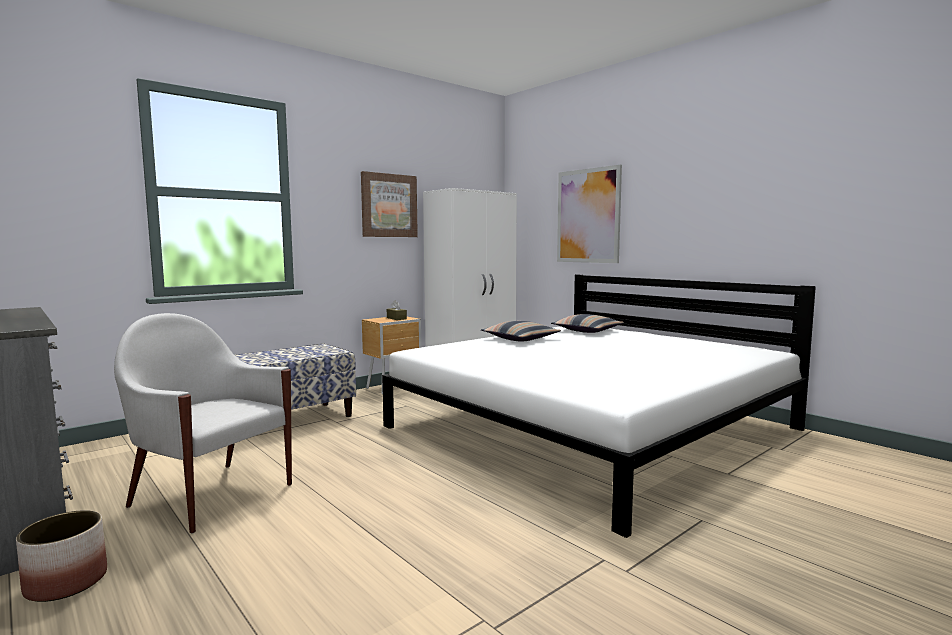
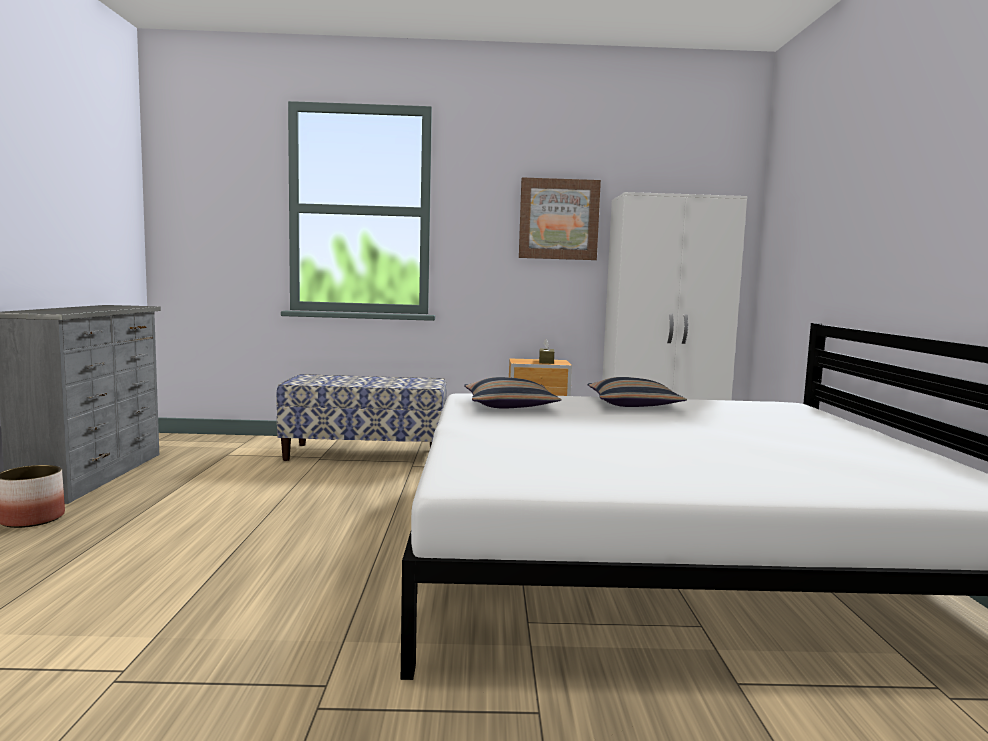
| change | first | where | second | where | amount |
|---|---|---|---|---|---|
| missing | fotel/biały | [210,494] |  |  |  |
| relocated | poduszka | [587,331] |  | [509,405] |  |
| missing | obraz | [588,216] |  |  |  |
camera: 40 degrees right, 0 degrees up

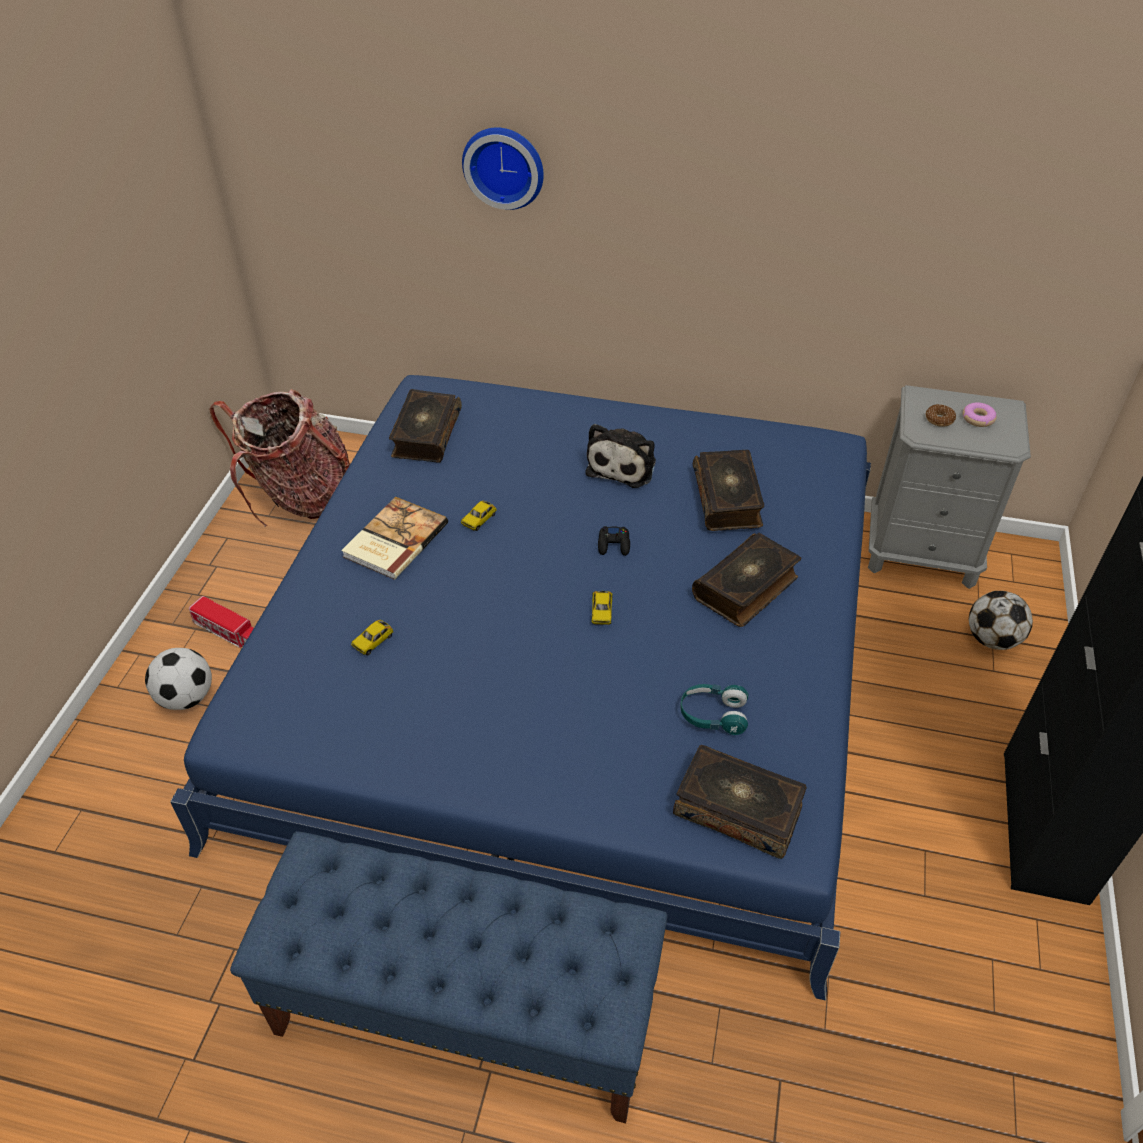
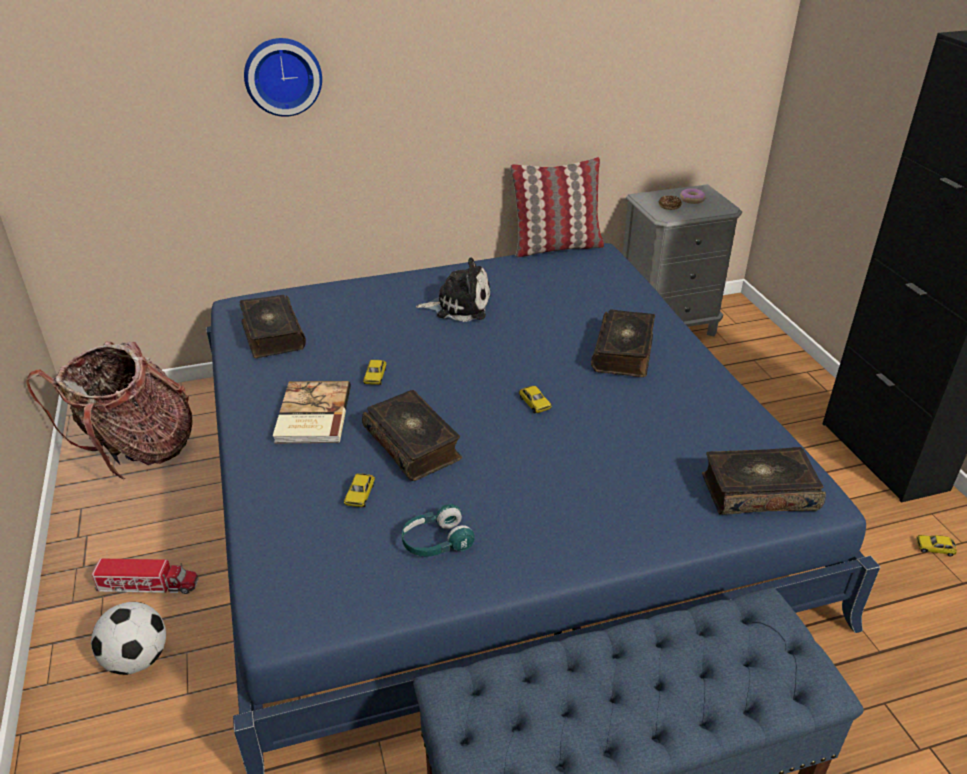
| change | first | where | second | where | amount |
|---|---|---|---|---|---|
| spun | pluszak | [623,465] |  | [459,306] | 75 degrees counterclockwise |
| missing | pad do gier/czarny | [614,544] |  |  |  |
| relocated | słuchawki/turkusowy | [713,715] |  | [436,542] |  |
| relocated | książka | [728,499] |  | [413,444] |  |
| missing | piłka futbolowa | [992,639] |  |  |  |
| appeared |  |  | poduszka | [556,247] |  |
| appeared |  |  | samochodzik | [934,548] |  |
camera: 30 degrees left, 10 degrees down

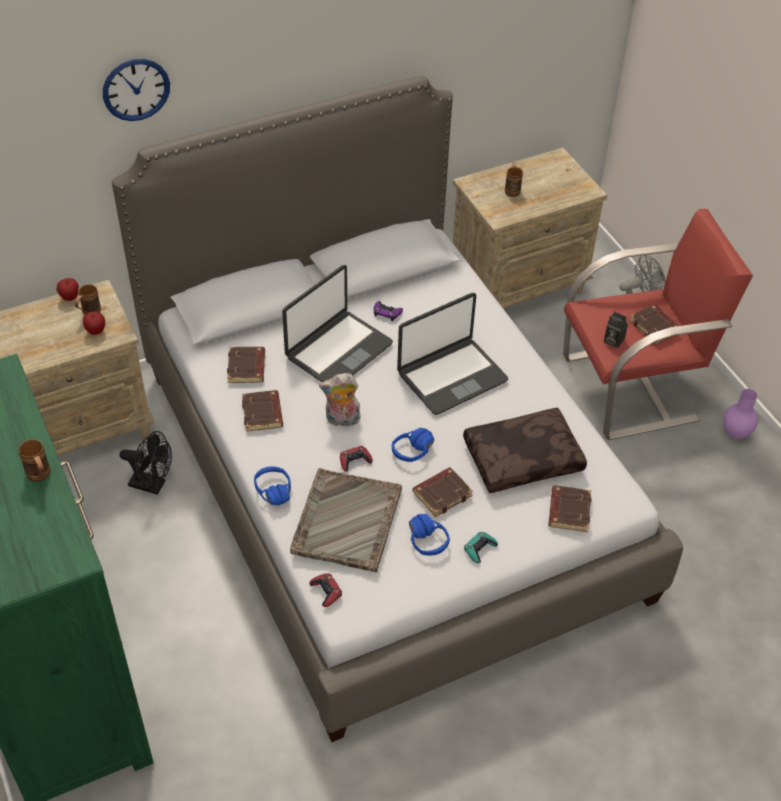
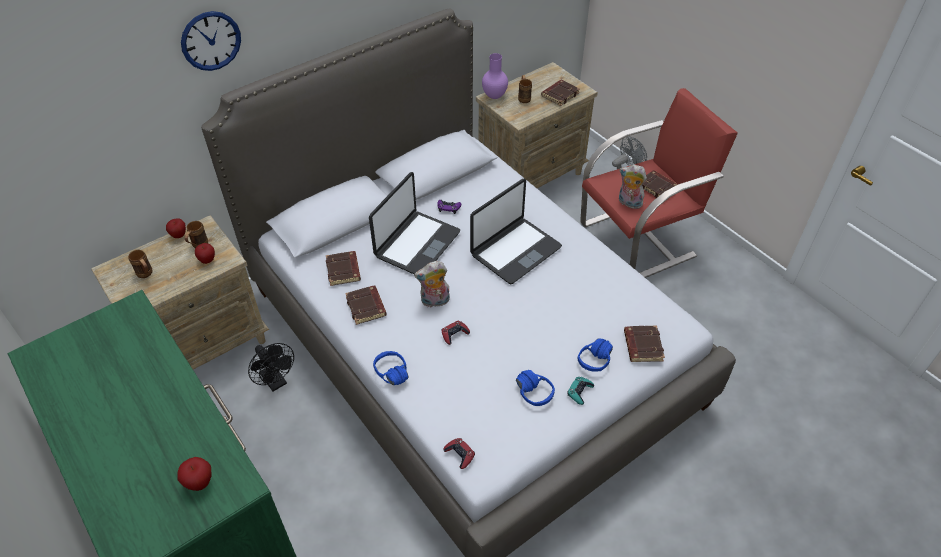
| change | first | where | second | where | amount |
|---|---|---|---|---|---|
| relocated | kubek/brązowy | [40,477] |  | [146,275] |  |
| spun | wentylator/czarny | [152,485] |  | [276,382] | 45 degrees clockwise |
| missing | taca/szary | [346,522] |  |  |  |
| relocated | słuchawki/niebieski | [417,455] |  | [600,363] |  |
| relocated | książka/brązowy | [442,493] |  | [560,94] |  |
| missing | poduszka/brązowy | [523,457] |  |  |  |
| exchanged | aparat fotograficzny | [612,340] | pluszak | [628,203] |  |
| relocated | wazon/fioletowy | [736,433] |  | [495,96] |  |
| appeared |  |  | jabłko | [200,482] |  |
camera: 10 degrees left, 0 degrees up

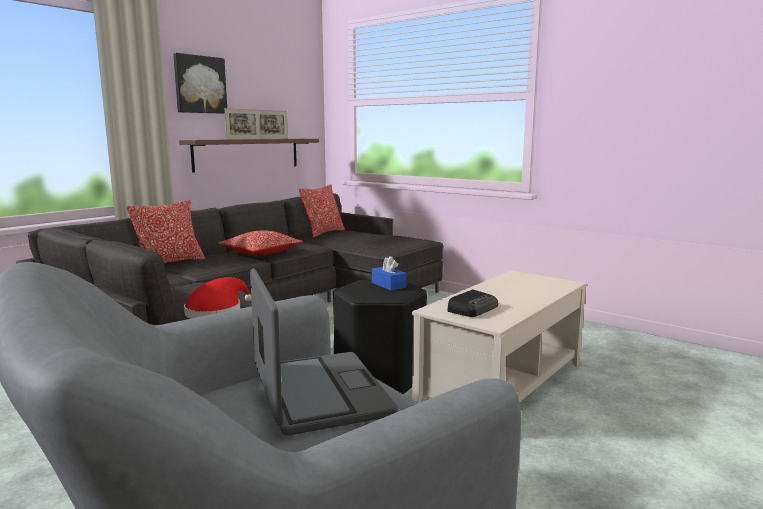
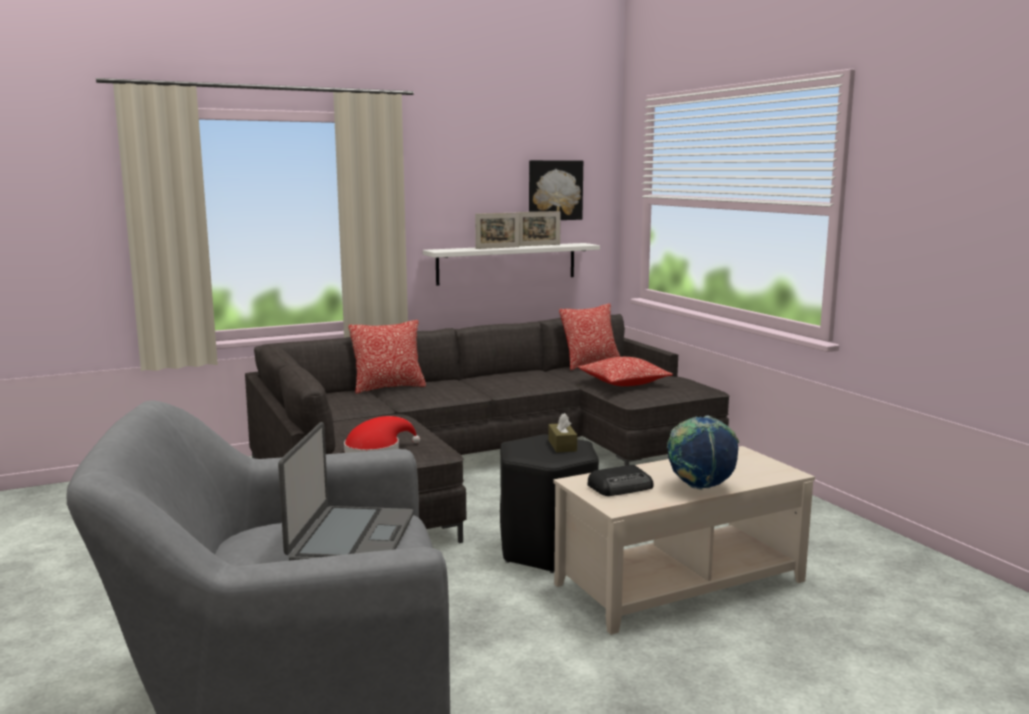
| change | first | where | second | where | amount |
|---|---|---|---|---|---|
| relocated | obraz | [199,84] |  | [554,190] |  |
| colour | półka/brązowy | [247,154] | półka/biały | [507,263] |  |
| relocated | poduszka | [260,253] |  | [623,383] |  |
| colour | pudełko chusteczek/niebieski | [388,285] | pudełko chusteczek/brązowy | [562,445] |  |
| appeared |  |  | globus | [700,487] |  |
camera: 25 degrees right, 0 degrees up

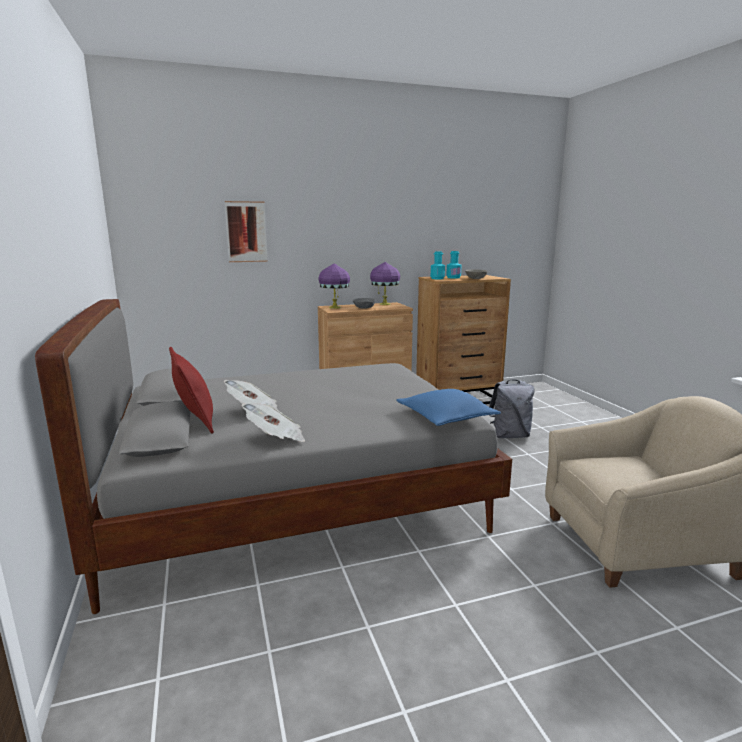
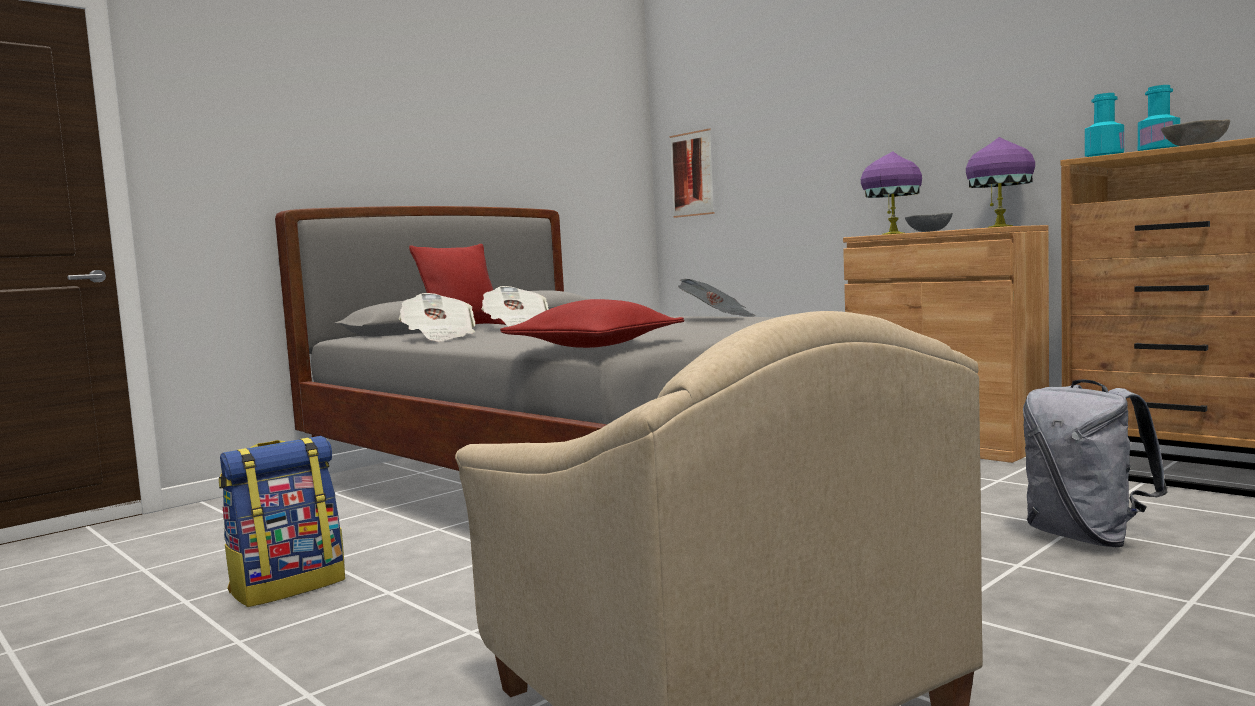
| change | first | where | second | where | amount |
|---|---|---|---|---|---|
| relocated | obraz | [246,232] |  | [692,174] |  |
| colour | poduszka/niebieski | [446,417] | poduszka/czerwony | [594,346] |  |
| appeared |  |  | plecak | [288,586] |  |
| appeared |  |  | gazeta | [717,319] |  |
camera: 65 degrees right, 10 degrees down

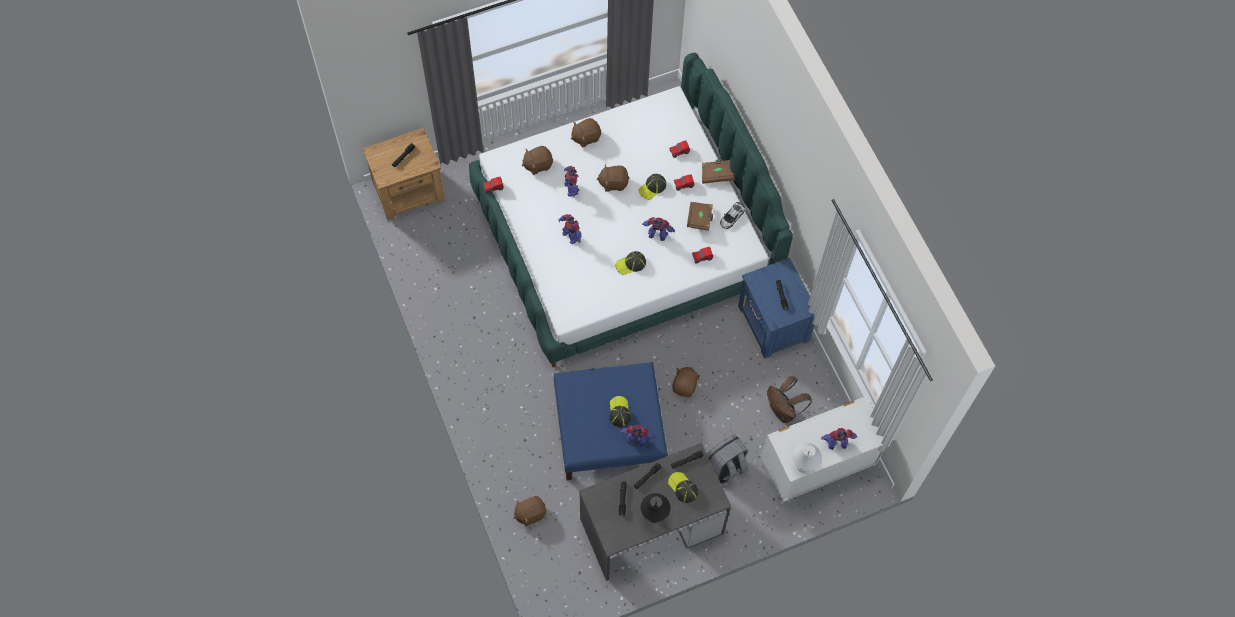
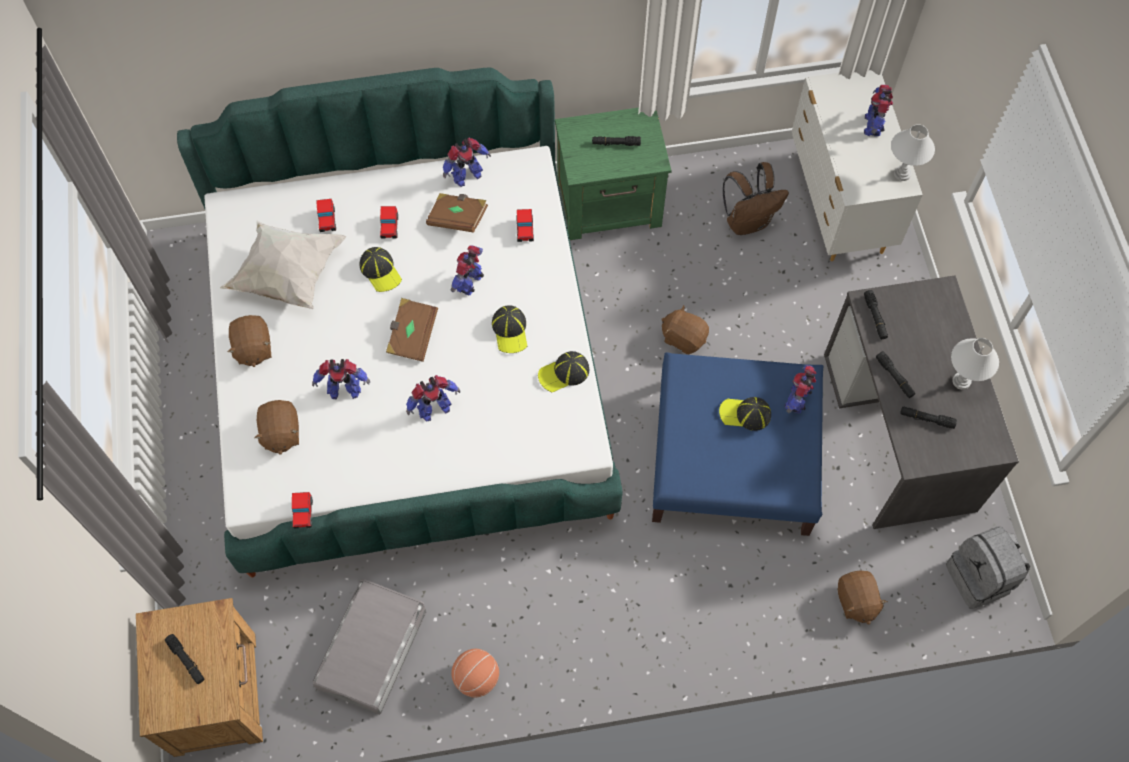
| change | first | where | second | where | amount |
|---|---|---|---|---|---|
| missing | pluszak/brązowy | [613,183] |  |  |  |
| colour | lampa stołowa/czarny | [654,517] | lampa stołowa/biały | [961,381] |  |
| relocated | czapka z daszkiem | [683,488] |  | [564,373] |  |
| relocated | książka/brązowy | [717,174] |  | [412,335] |  |
| relocated | plecak/szary | [725,467] |  | [980,577] |  |
| exchanged | samochodzik | [731,217] | robot zabawkowy | [466,176] |  |
| colour | szafka nocna/niebieski | [772,324] | szafka nocna/zielony | [610,203] |  |
| appeared |  |  | poduszka/biały | [287,275] |  |
| appeared |  |  | pojemnik do przechowywania/szary | [372,649] |  |
| appeared |  |  | piłka do koszykówki | [476,678] |  |
camera: 75 degrees left, 0 degrees up

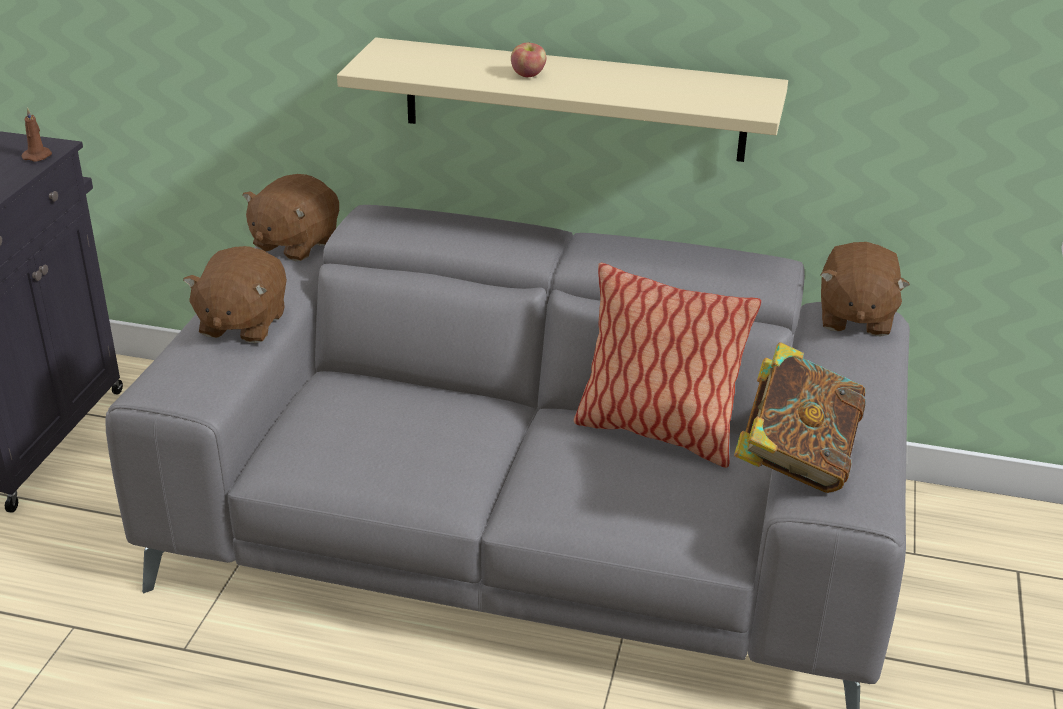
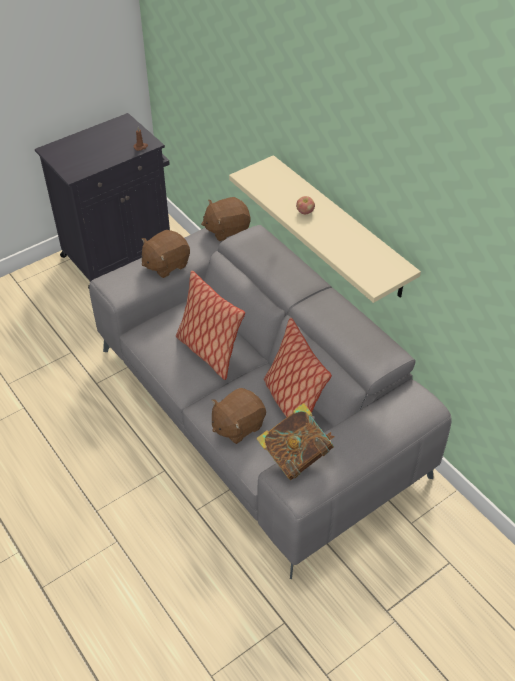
| change | first | where | second | where | amount |
|---|---|---|---|---|---|
| relocated | pluszak/brązowy | [854,317] |  | [237,425] |  |
| appeared |  |  | poduszka | [208,351] |  |
camera: 40 degrees right, 15 degrees up

